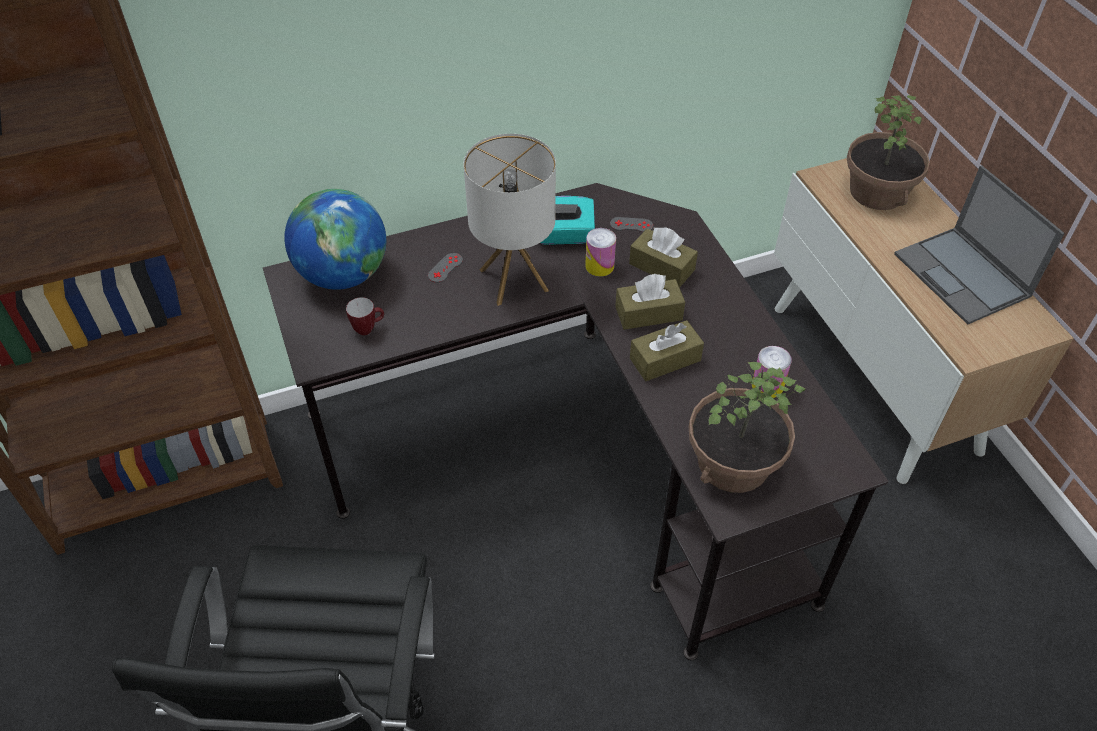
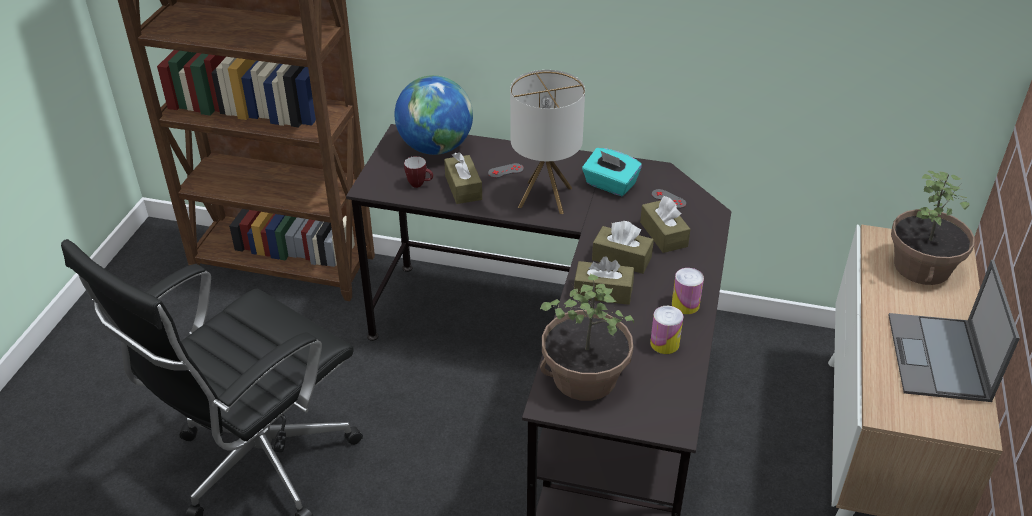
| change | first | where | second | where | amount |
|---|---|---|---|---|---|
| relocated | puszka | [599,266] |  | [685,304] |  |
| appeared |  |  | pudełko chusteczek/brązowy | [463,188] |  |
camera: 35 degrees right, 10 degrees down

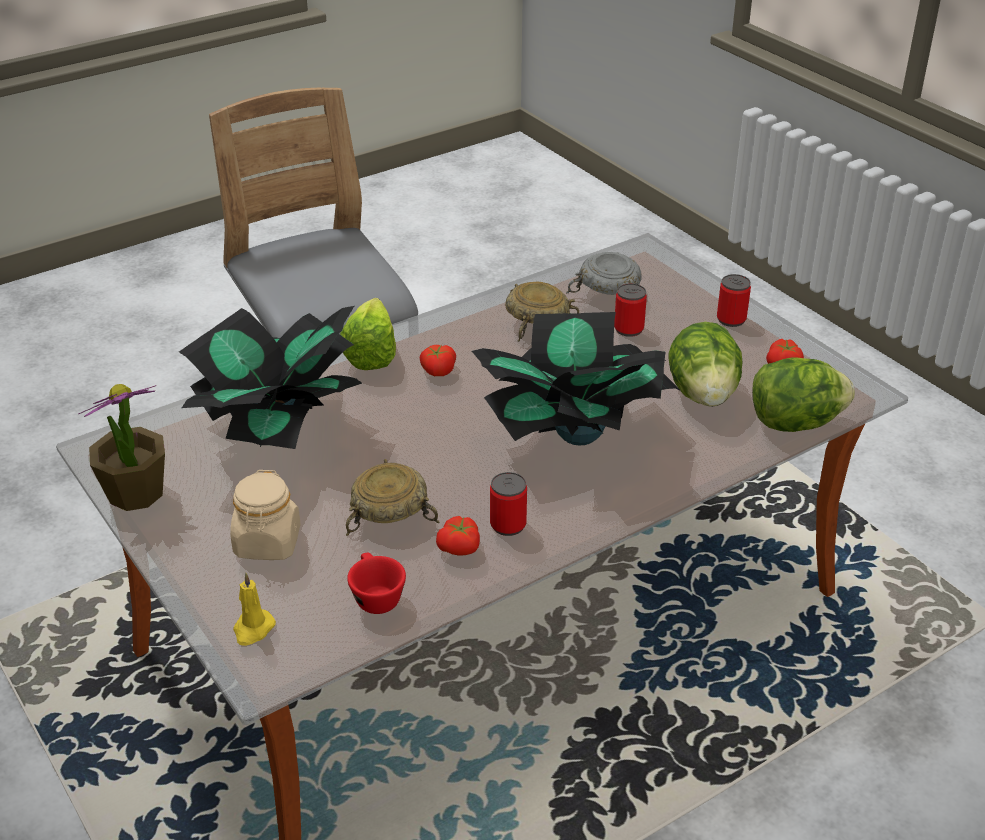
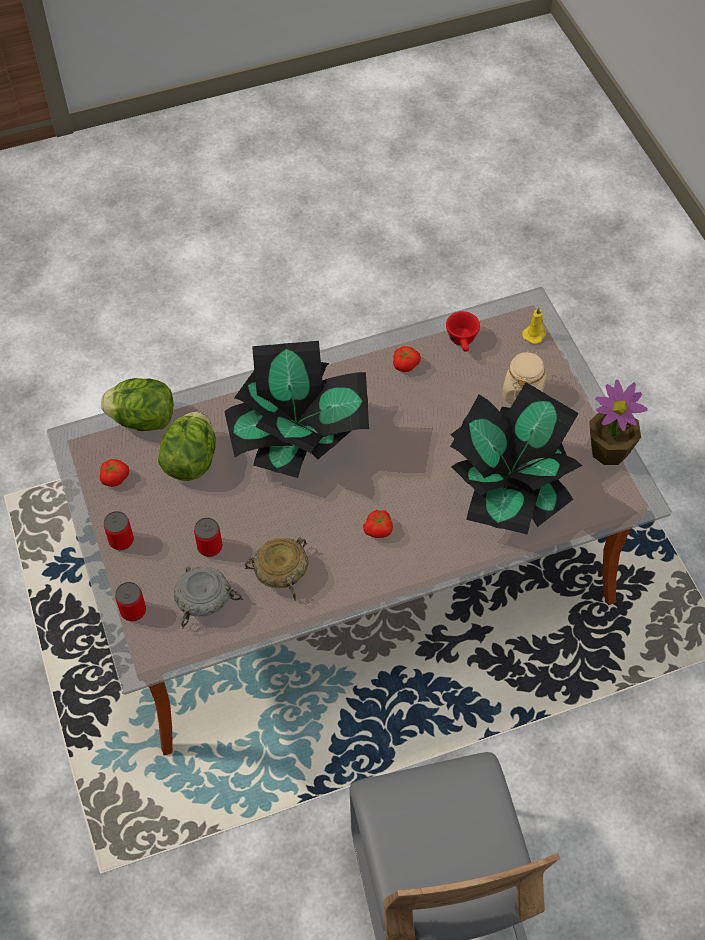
| change | first | where | second | where | amount |
|---|---|---|---|---|---|
| missing | sałata | [373,350] |  |  |  |
| missing | miska/beżowy | [391,512] |  |  |  |
| relocated | puszka | [508,525] |  | [133,611] |  |
camera: 165 degrees left, 20 degrees up

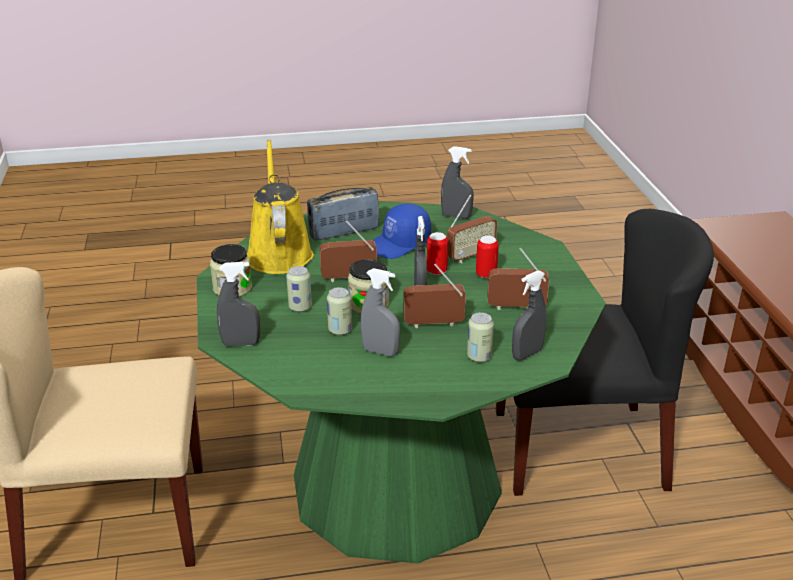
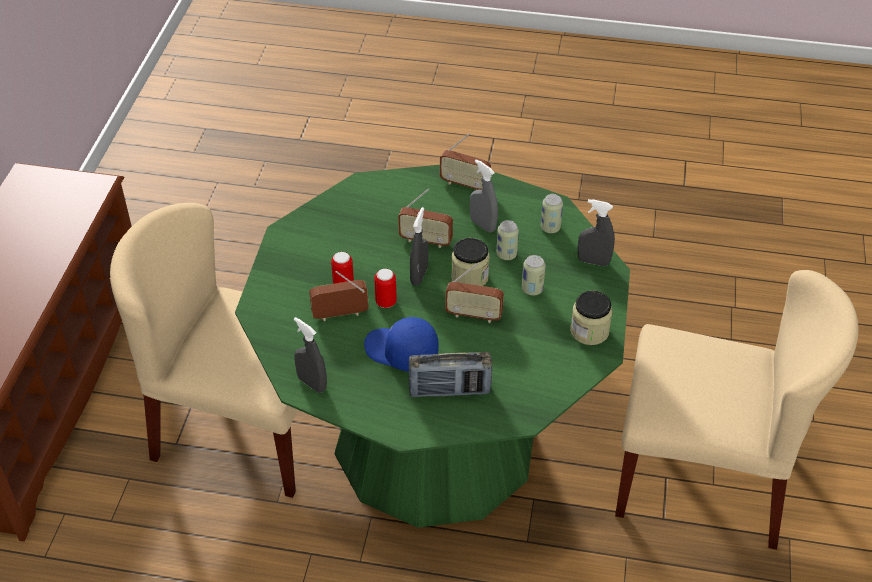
| change | first | where | second | where | amount |
|---|---|---|---|---|---|
| missing | konewka/żółty | [278,253] |  |  |  |
| spun | czapka z daszkiem/niebieski | [399,244] |  | [401,352] | 135 degrees counterclockwise |
| relocated | puszka | [479,357] |  | [550,228] |  |
| relocated | radio | [516,307] |  | [464,184] |  |
| colour | krzesło/czarny | [580,448] | krzesło/beżowy | [245,428] |  |
| missing | spryskiwacz/szary | [527,354] |  |  |  |
camera: 160 degrees left, 15 degrees up

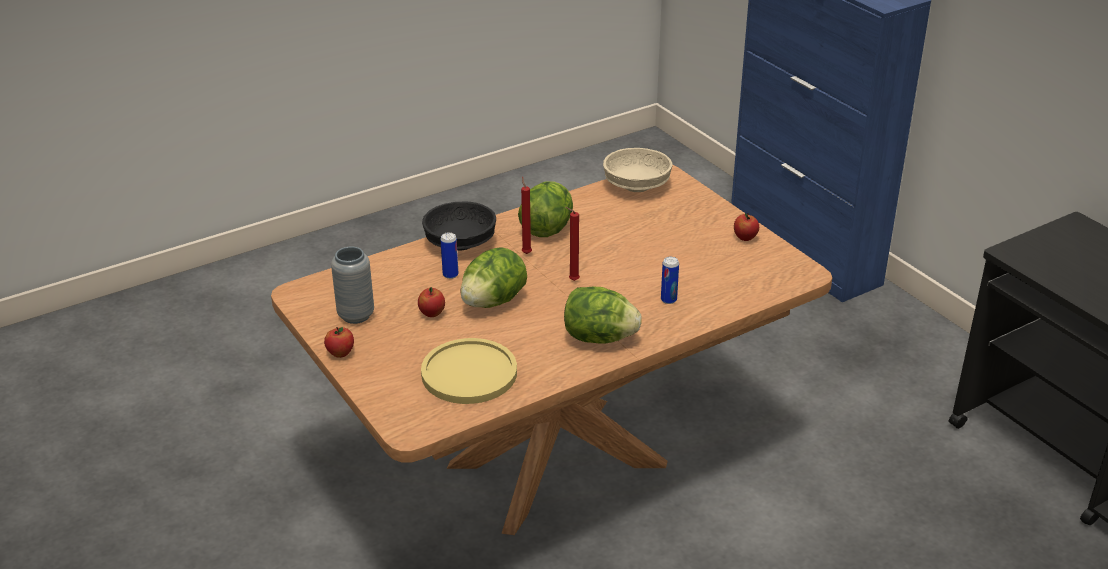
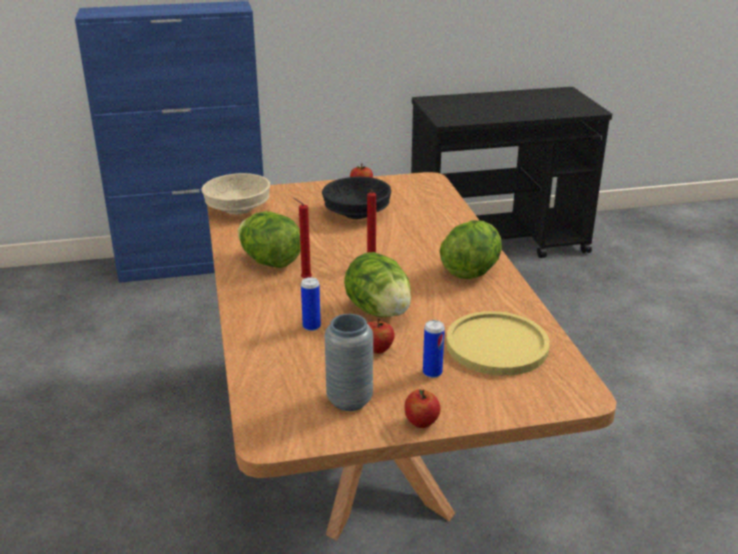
| change | first | where | second | where | amount |
|---|---|---|---|---|---|
| relocated | miska/czarny | [461,243] |  | [357,213] |  |
| relocated | puszka | [668,300] |  | [432,373] |  |
camera: 70 degrees left, 5 degrees down

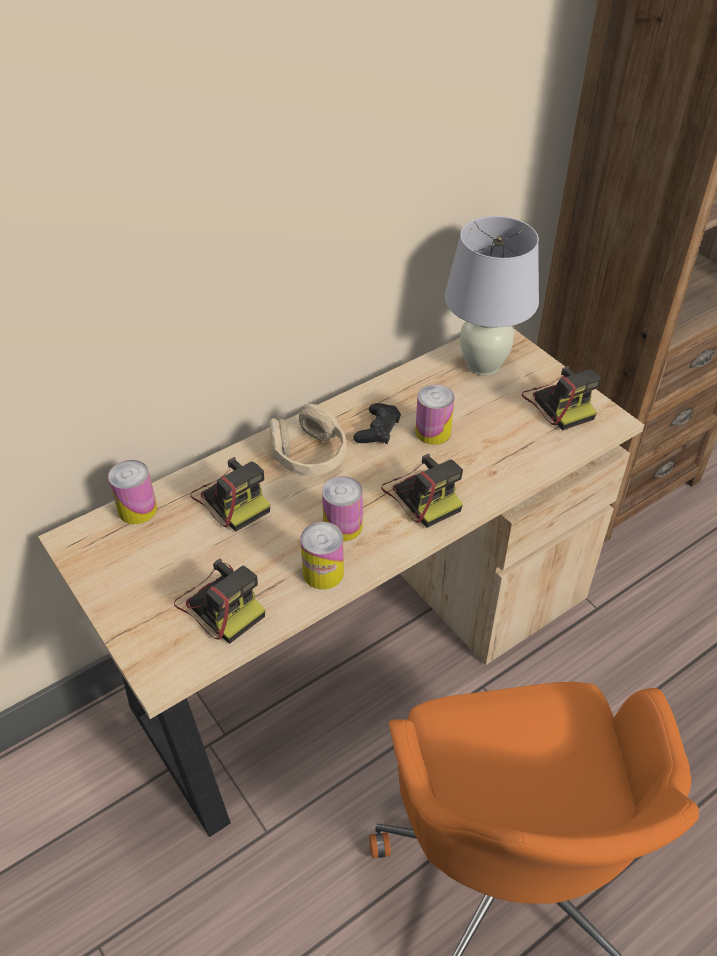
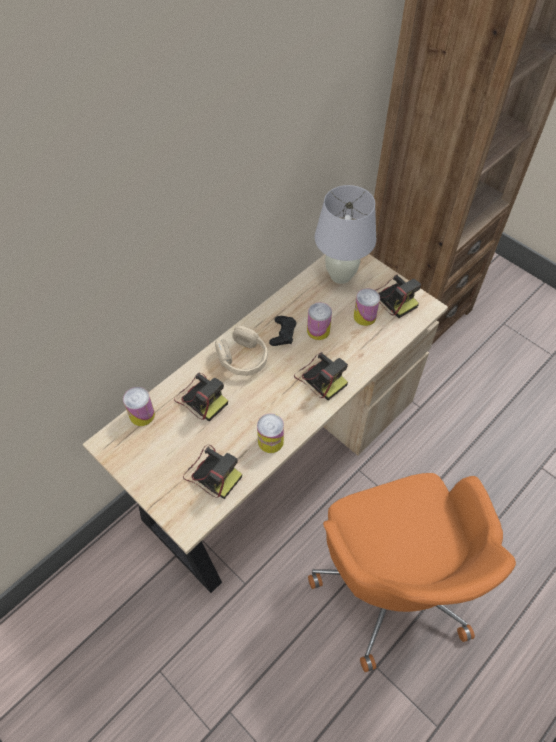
| change | first | where | second | where | amount |
|---|---|---|---|---|---|
| relocated | puszka | [342,526] |  | [364,316] |  |
camera: 10 degrees left, 10 degrees up

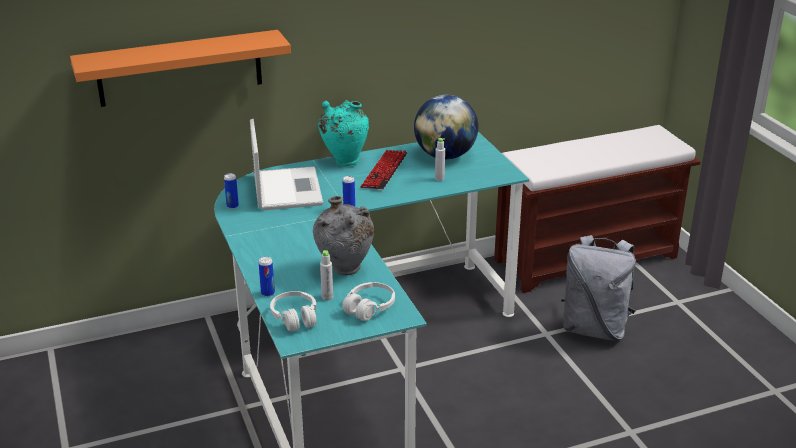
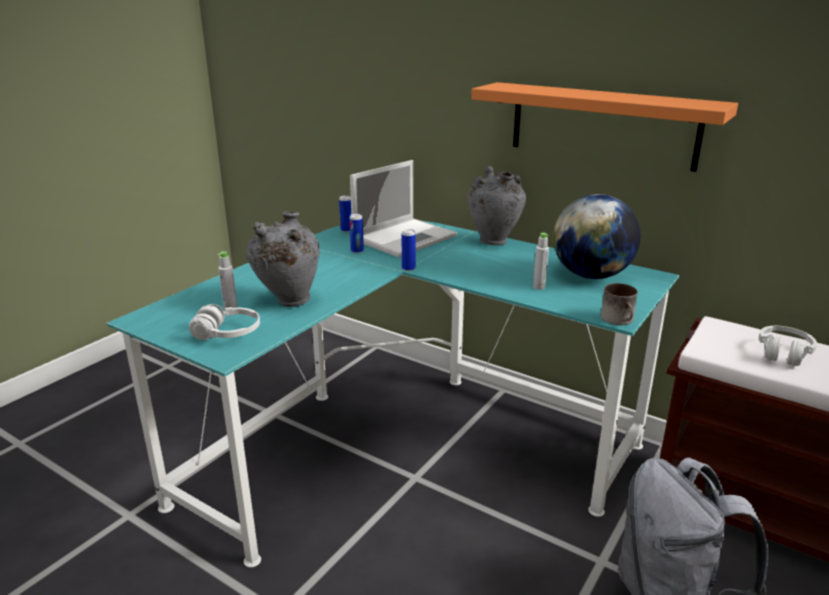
| change | first | where | second | where | amount |
|---|---|---|---|---|---|
| relocated | półka/pomarańczowy | [180,68] |  | [602,125] |  |
| relocated | puszka | [267,293] |  | [357,251] |  |
| relocated | słuchawki/biały | [295,318] |  | [783,353] |  |
| colour | wazon/turkusowy | [344,161] | wazon/szary | [494,241] |  |
| missing | klawiatura | [384,171] |  |  |  |
| appeared |  |  | kubek | [620,320] |  |
camera: 55 degrees right, 5 degrees down

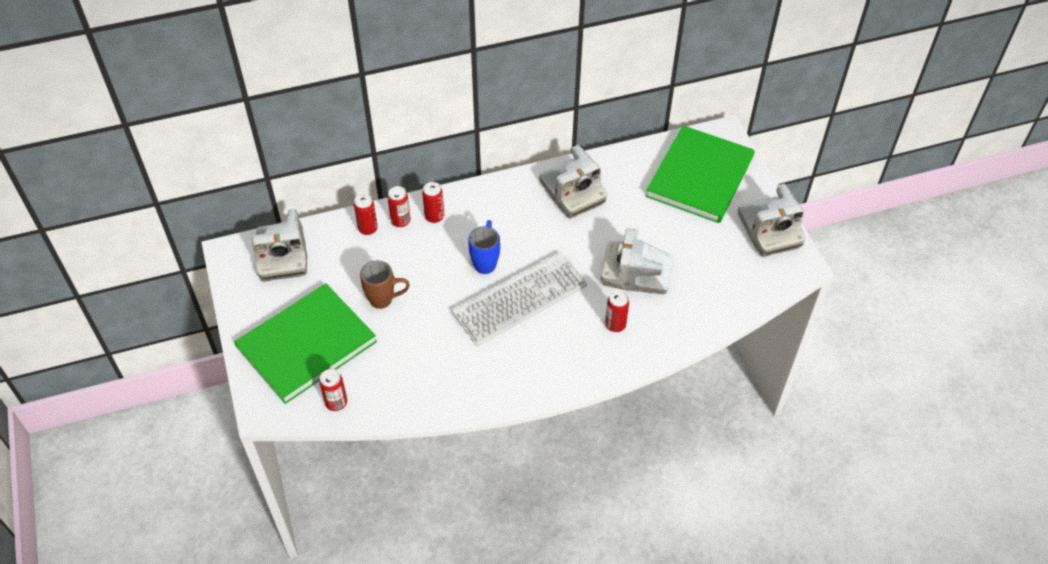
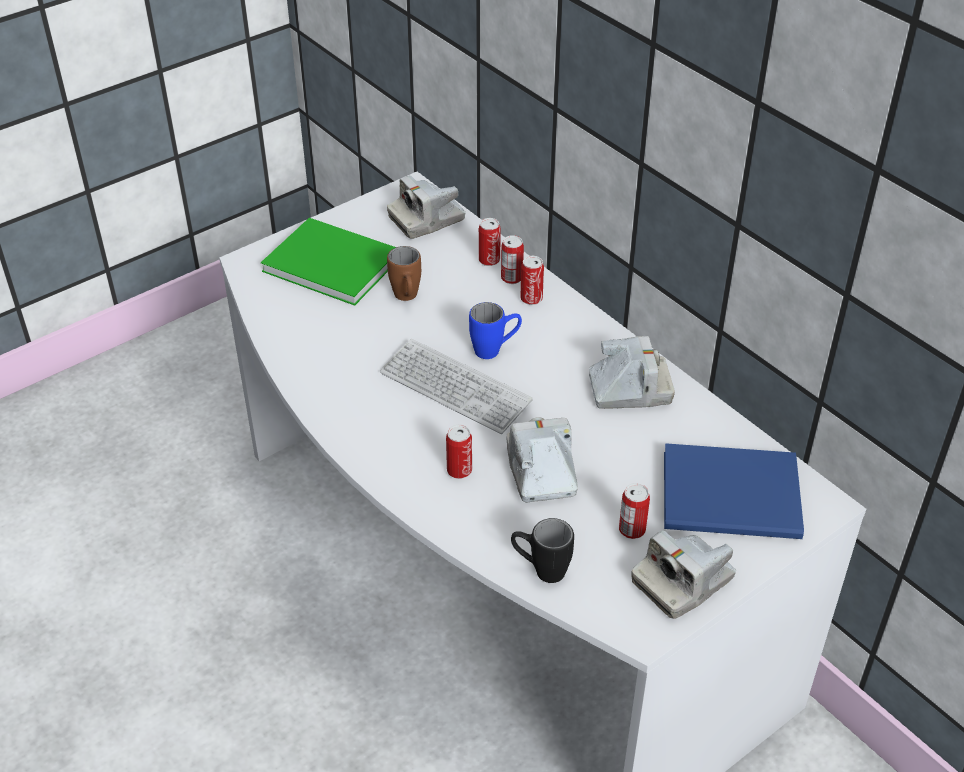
| change | first | where | second | where | amount |
|---|---|---|---|---|---|
| relocated | puszka | [336,402] |  | [632,530] |  |
| spun | aparat fotograficzny | [571,192] |  | [630,390] | 135 degrees counterclockwise |
| colour | książka/zielony | [703,175] | książka/niebieski | [735,498] |  |
| appeared |  |  | kubek/czarny | [540,570] |  |
camera: 70 degrees right, 10 degrees down

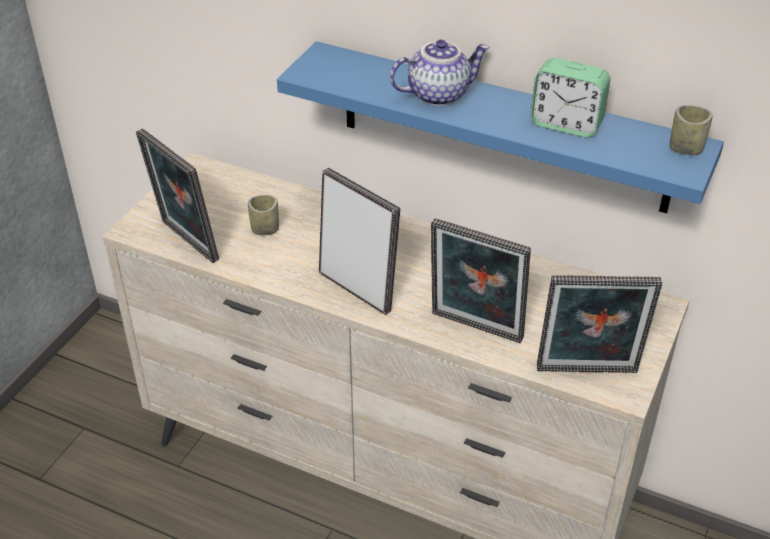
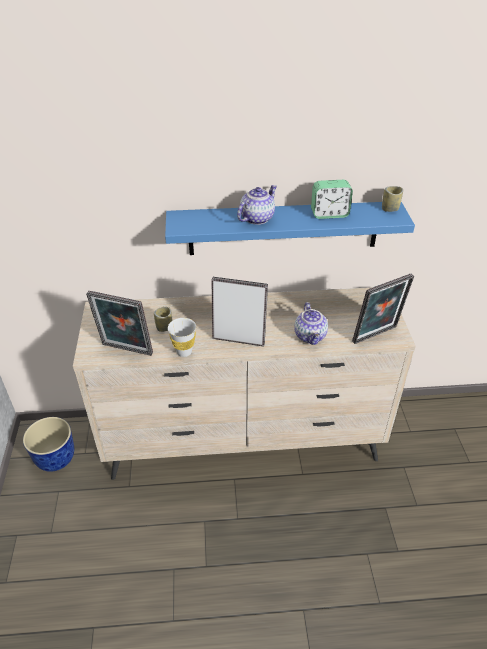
| change | first | where | second | where | amount |
|---|---|---|---|---|---|
| exchanged | ramka na zdjęcie | [474,329] | imbryk | [311,336] |  |
| appeared |  |  | donica | [56,458] |  |
| appeared |  |  | filiżanka/biały | [184,352] |  |
camera: 30 degrees left, 0 degrees up

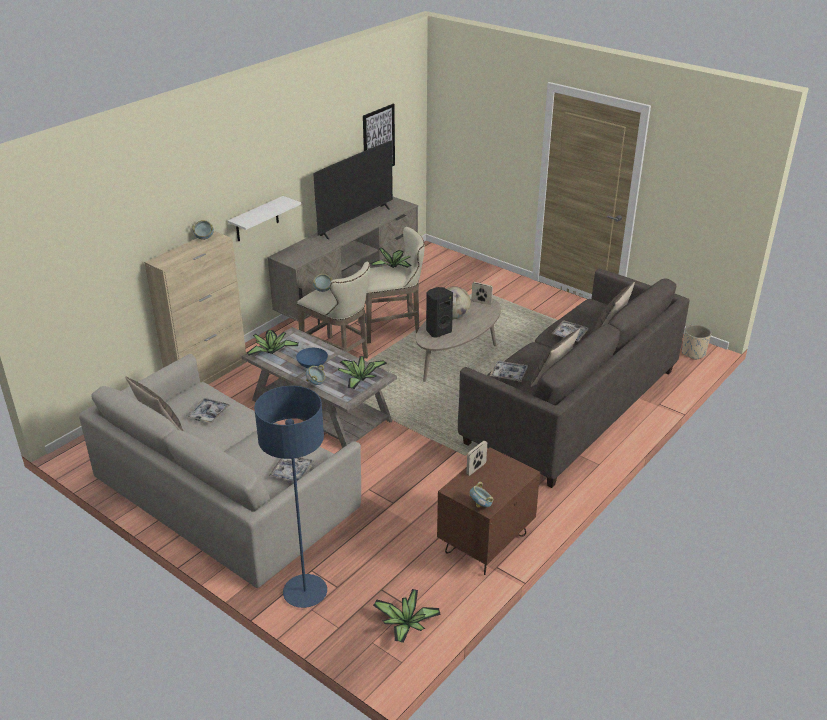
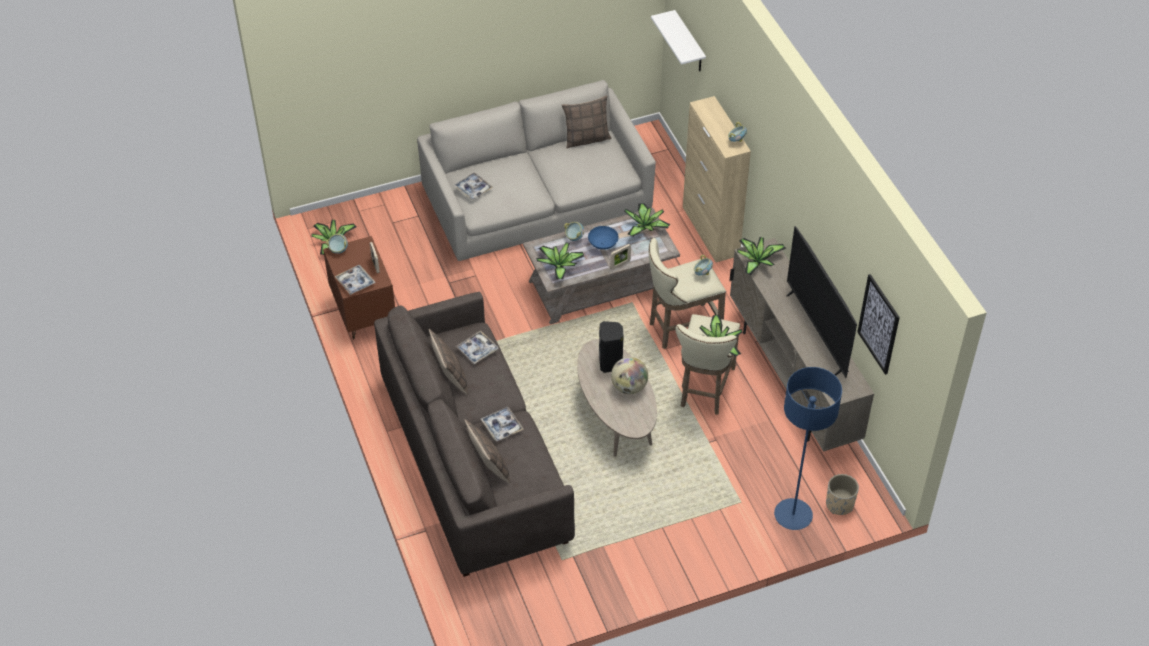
| change | first | where | second | where | amount |
|---|---|---|---|---|---|
| relocated | taca | [208,414] |  | [355,282] |  |
| relocated | półka/biały | [257,219] |  | [689,43] |  |
| relocated | lampa stojąca/niebieski | [305,592] |  | [793,515] |  |
| relocated | ramka na zdjęcie | [481,302] |  | [620,264] |  |
| relocated | donica/beżowy | [693,353] |  | [839,504] |  |
| appeared |  |  | roślina doniczkowa | [757,261] |  |
camera: 120 degrees right, 15 degrees up

